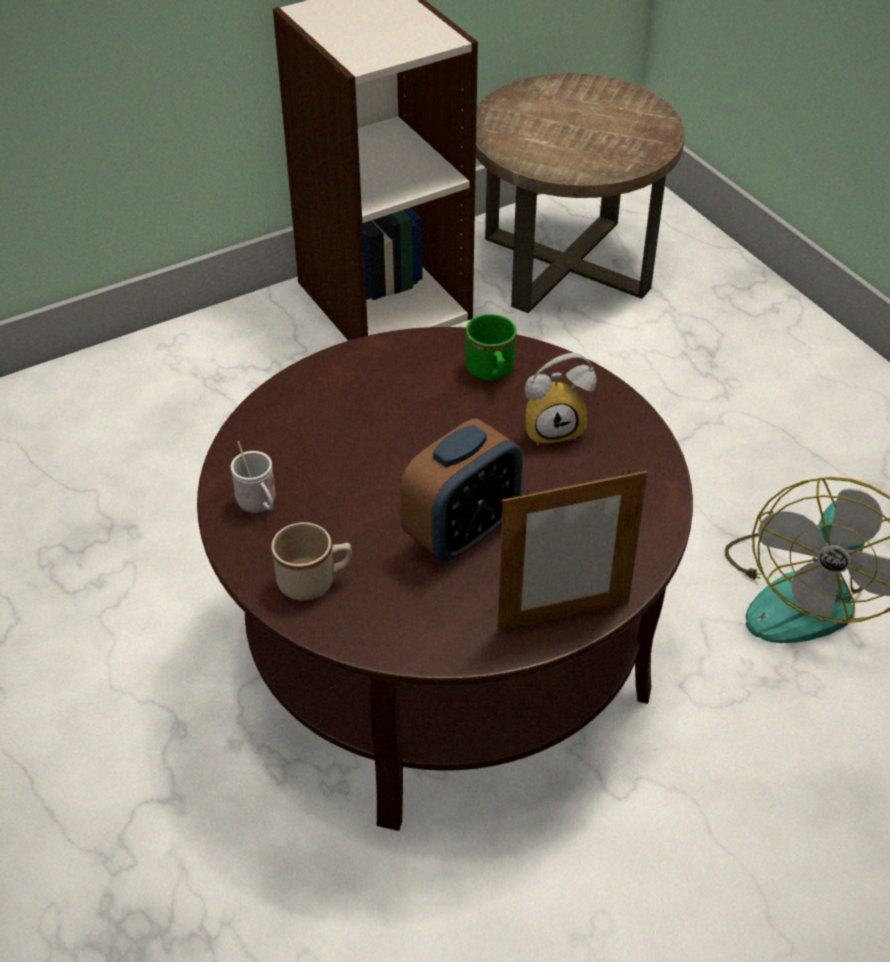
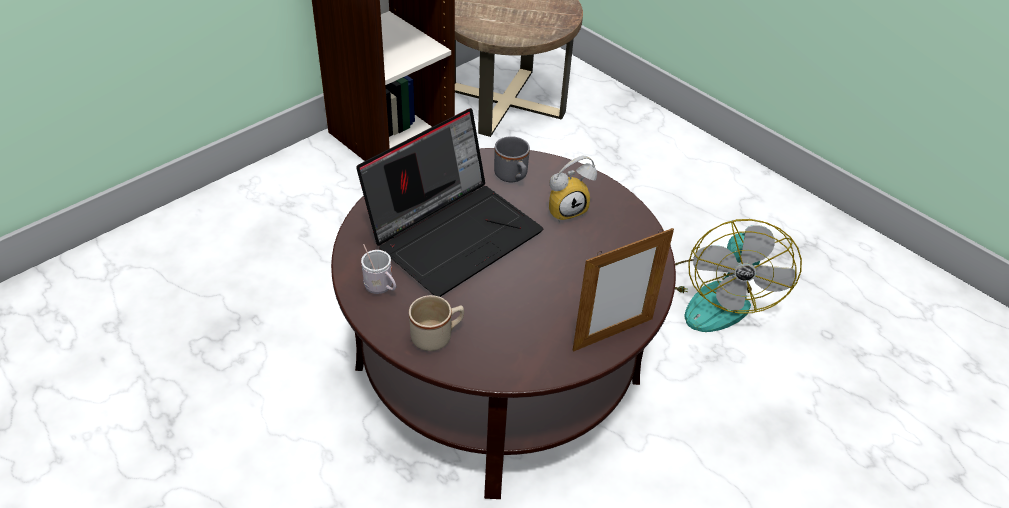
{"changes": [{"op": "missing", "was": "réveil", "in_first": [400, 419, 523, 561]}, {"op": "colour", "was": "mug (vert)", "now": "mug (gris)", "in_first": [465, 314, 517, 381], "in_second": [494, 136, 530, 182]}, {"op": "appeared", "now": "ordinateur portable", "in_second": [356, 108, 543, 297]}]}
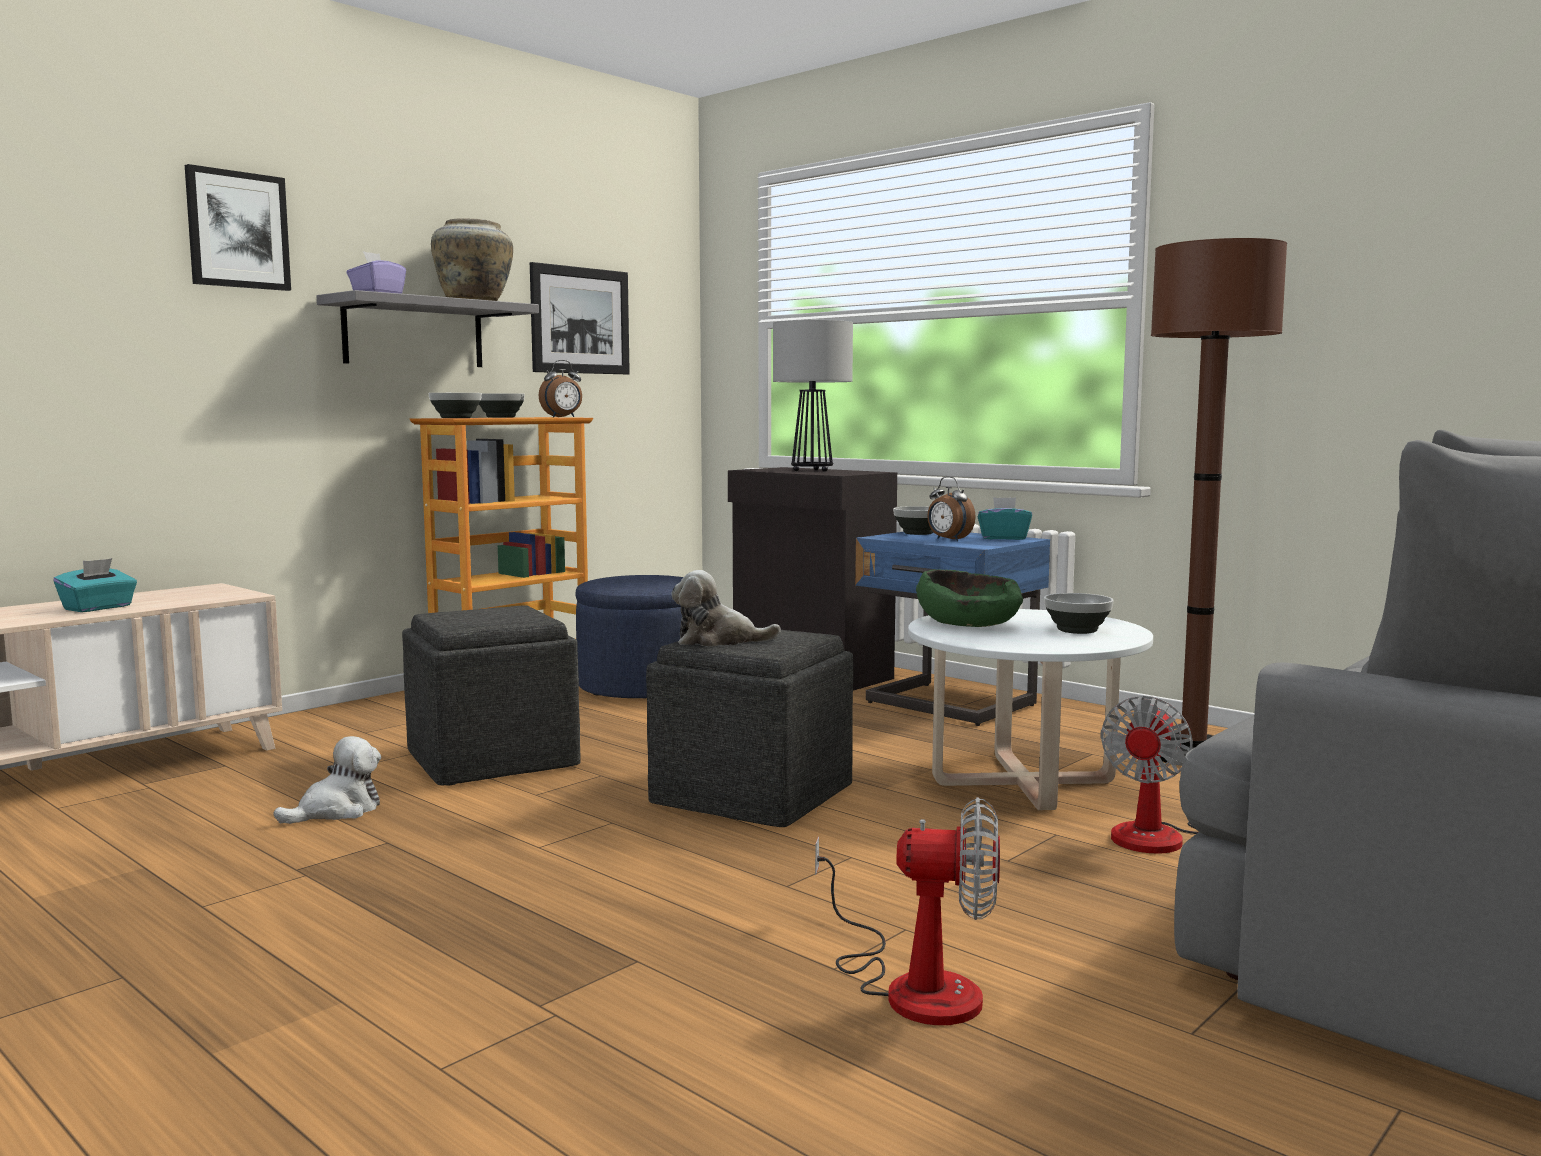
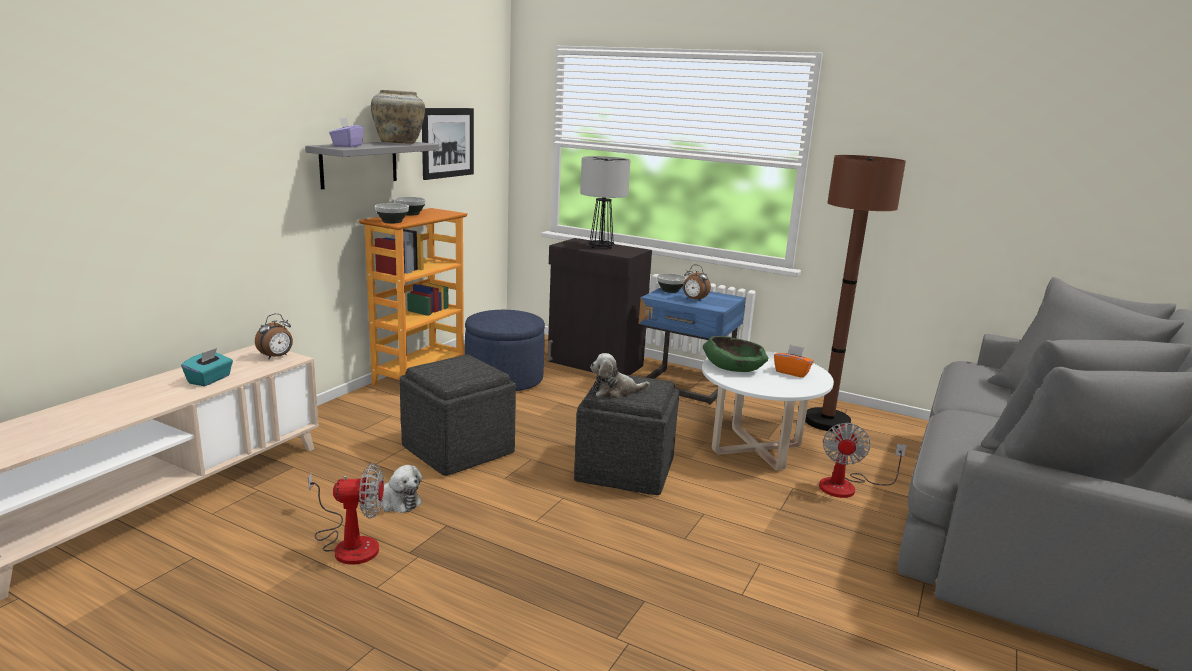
{"changes": [{"op": "missing", "was": "tableau", "in_first": [185, 164, 291, 291]}, {"op": "spun", "was": "peluche", "in_first": [274, 736, 381, 824], "in_second": [374, 465, 422, 513], "clockwise": 90}, {"op": "relocated", "was": "réveil", "in_first": [539, 360, 582, 417], "in_second": [255, 313, 293, 359]}, {"op": "relocated", "was": "ventilateur", "in_first": [815, 797, 1000, 1025], "in_second": [308, 463, 384, 565]}, {"op": "missing", "was": "boîte à mouchoirs (turquoise)", "in_first": [978, 497, 1032, 540]}, {"op": "exchanged", "was": "bol", "now": "boîte à mouchoirs (orange)", "in_first": [1044, 593, 1114, 634], "in_second": [774, 344, 814, 378]}]}
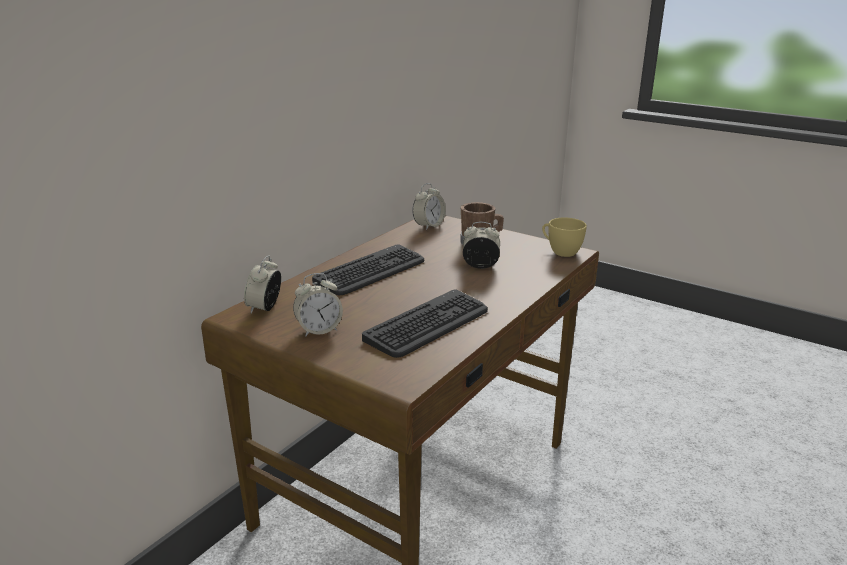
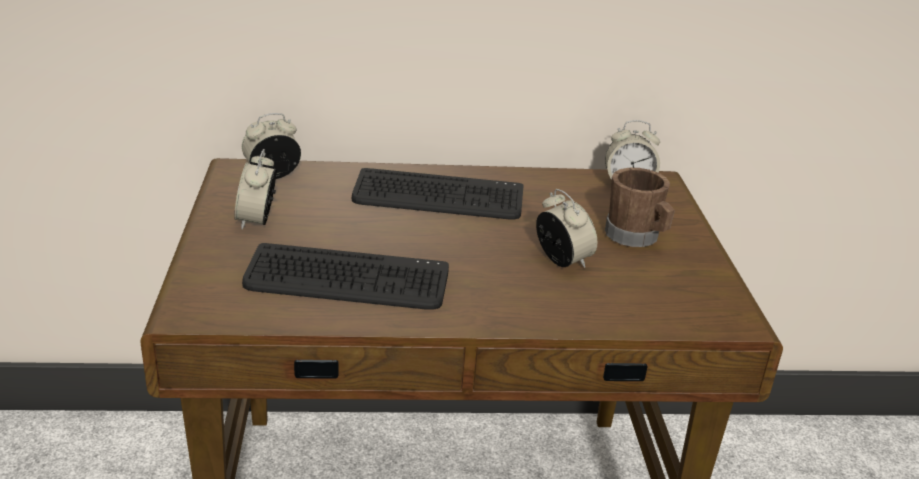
{"changes": [{"op": "spun", "was": "réveil", "in_first": [293, 273, 343, 337], "in_second": [234, 149, 276, 230], "clockwise": 60}, {"op": "missing", "was": "tasse (jaune)", "in_first": [542, 218, 587, 257]}]}
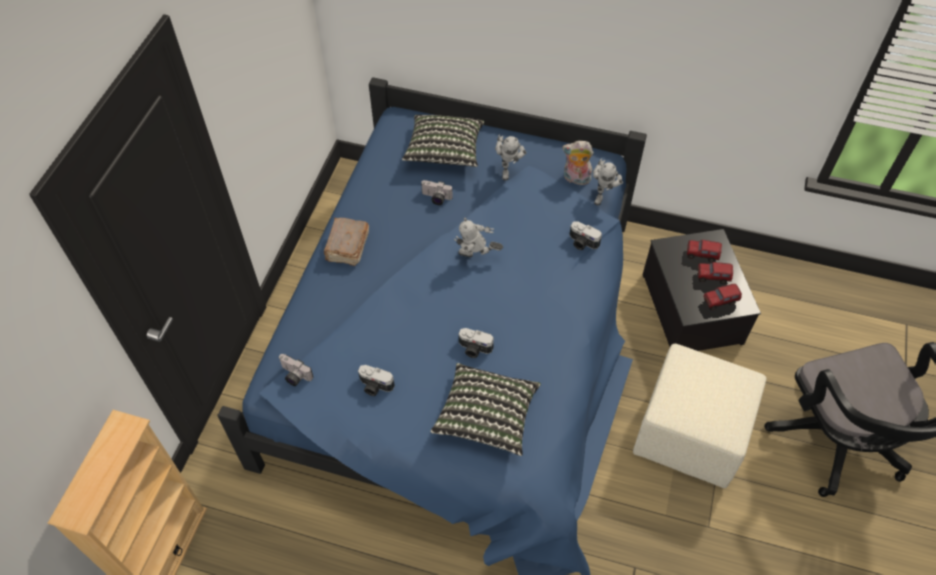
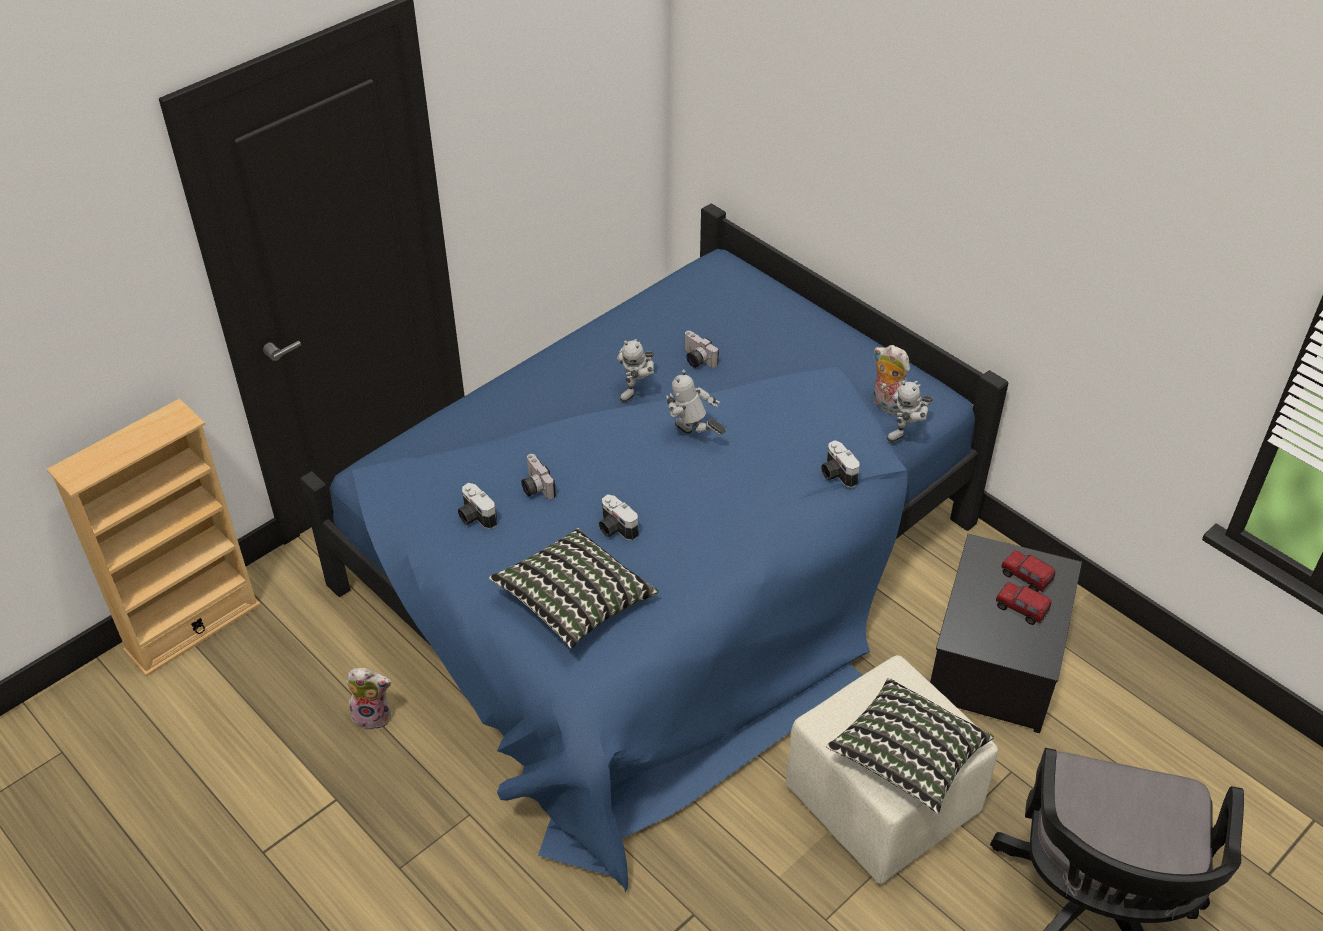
{"changes": [{"op": "relocated", "was": "appareil photo", "in_first": [279, 354, 313, 386], "in_second": [521, 454, 556, 500]}, {"op": "missing", "was": "livre (marron)", "in_first": [324, 218, 369, 266]}, {"op": "relocated", "was": "coussin", "in_first": [402, 115, 484, 167], "in_second": [826, 678, 994, 814]}, {"op": "relocated", "was": "robot jouet", "in_first": [495, 135, 527, 181], "in_second": [617, 339, 654, 402]}, {"op": "missing", "was": "camion jouet", "in_first": [704, 284, 742, 310]}, {"op": "appeared", "now": "peluche", "in_second": [346, 668, 391, 730]}]}
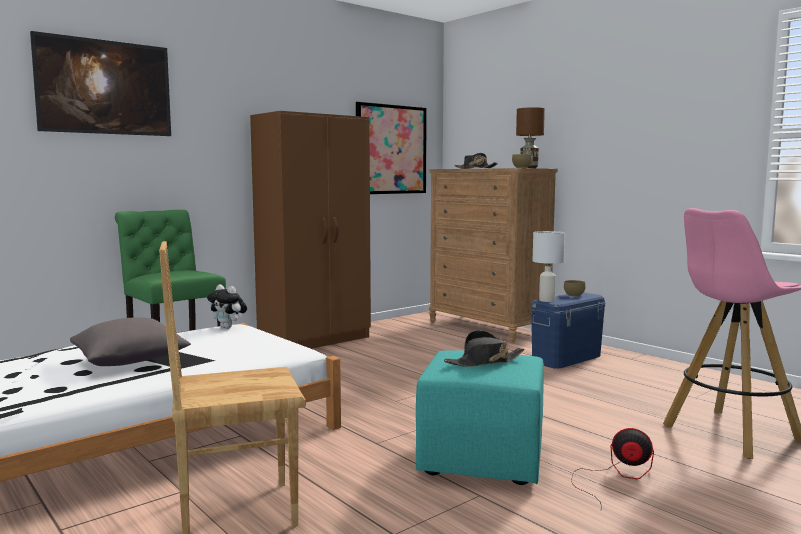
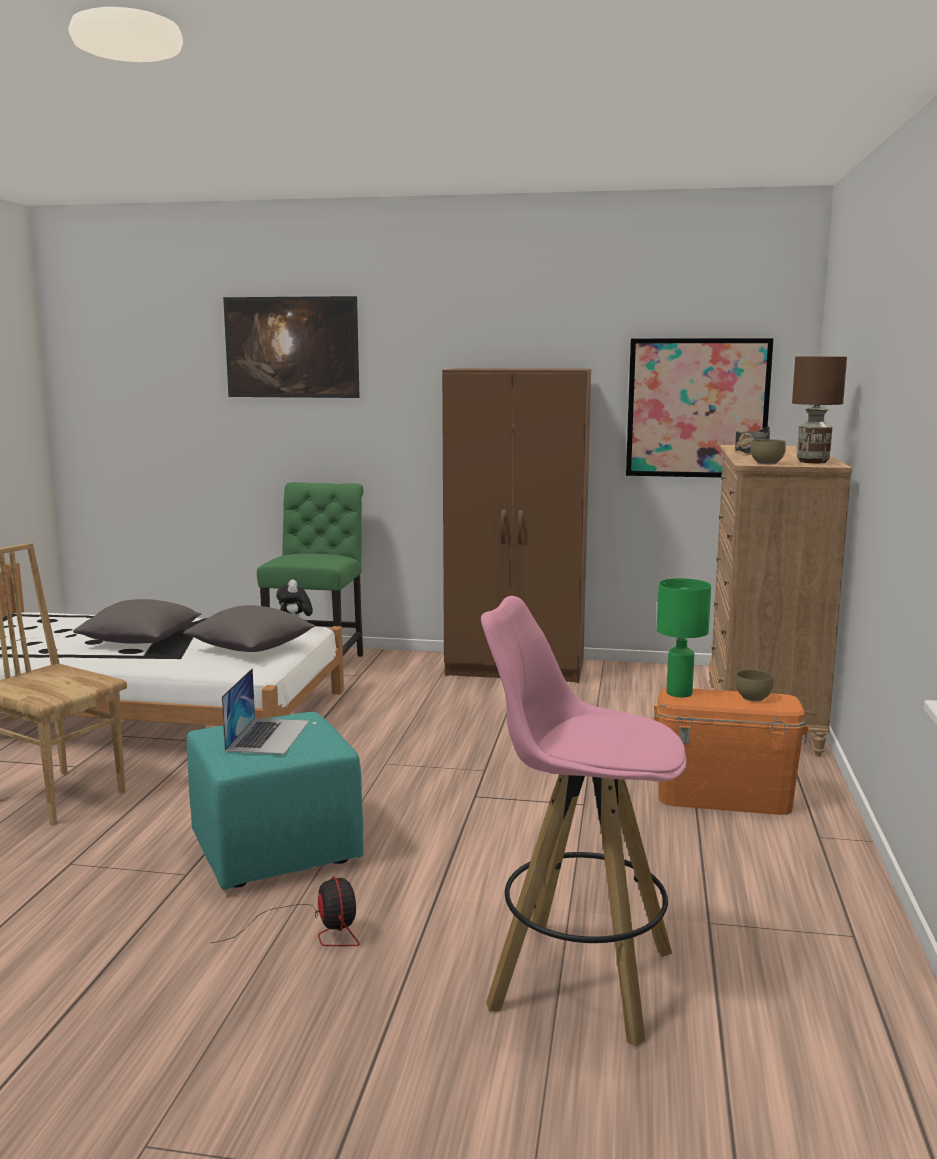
{"changes": [{"op": "exchanged", "was": "chapeau (noir)", "now": "ordinateur portable", "in_first": [444, 330, 524, 367], "in_second": [222, 668, 309, 754]}, {"op": "colour", "was": "boîte de rangement (bleu)", "now": "boîte de rangement (orange)", "in_first": [531, 293, 606, 369], "in_second": [654, 688, 809, 815]}, {"op": "colour", "was": "lampe de table (blanc)", "now": "lampe de table (vert)", "in_first": [533, 231, 565, 302], "in_second": [657, 578, 711, 697]}, {"op": "appeared", "now": "coussin (gris)", "in_second": [183, 605, 315, 652]}]}
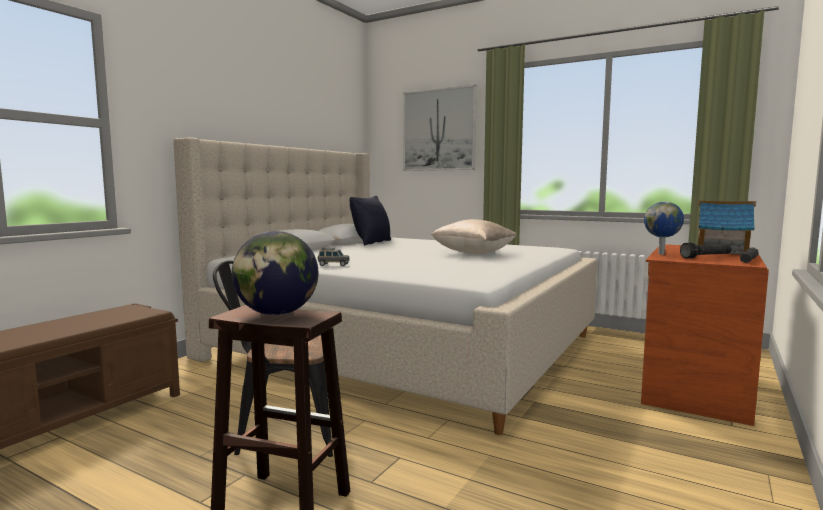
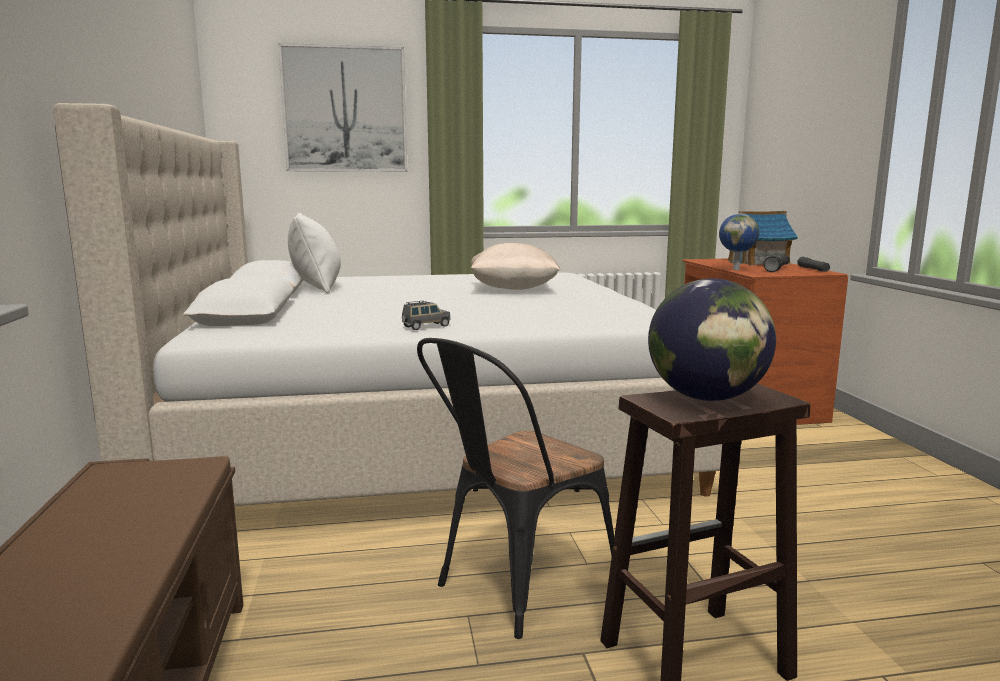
{"changes": [{"op": "colour", "was": "coussin (noir)", "now": "coussin (blanc)", "in_first": [349, 196, 391, 245], "in_second": [288, 213, 341, 293]}]}
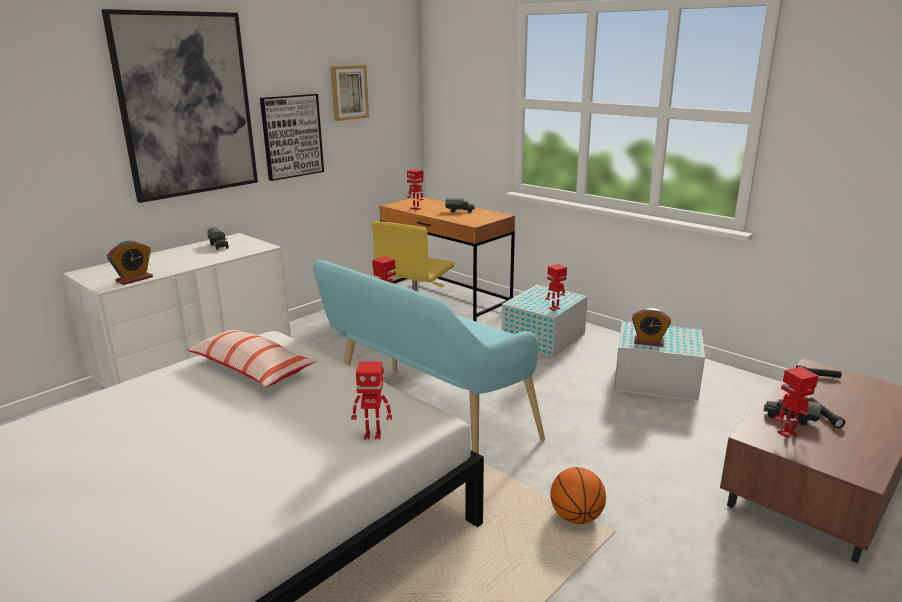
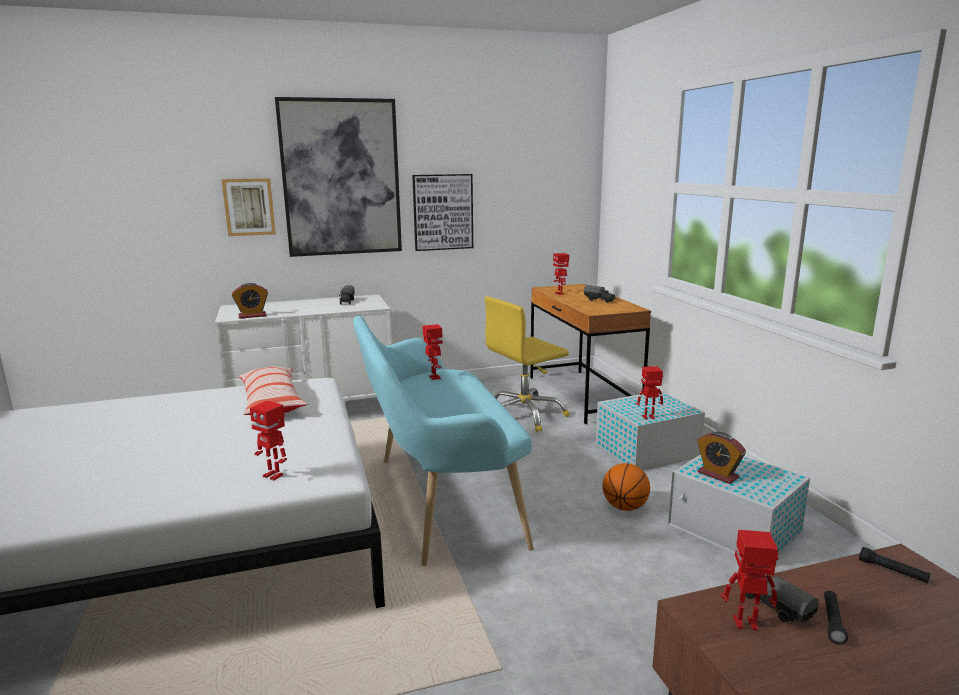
{"changes": [{"op": "relocated", "was": "tableau", "in_first": [330, 65, 369, 121], "in_second": [221, 178, 276, 236]}, {"op": "relocated", "was": "ballon de basket", "in_first": [550, 467, 606, 524], "in_second": [603, 463, 650, 511]}]}
